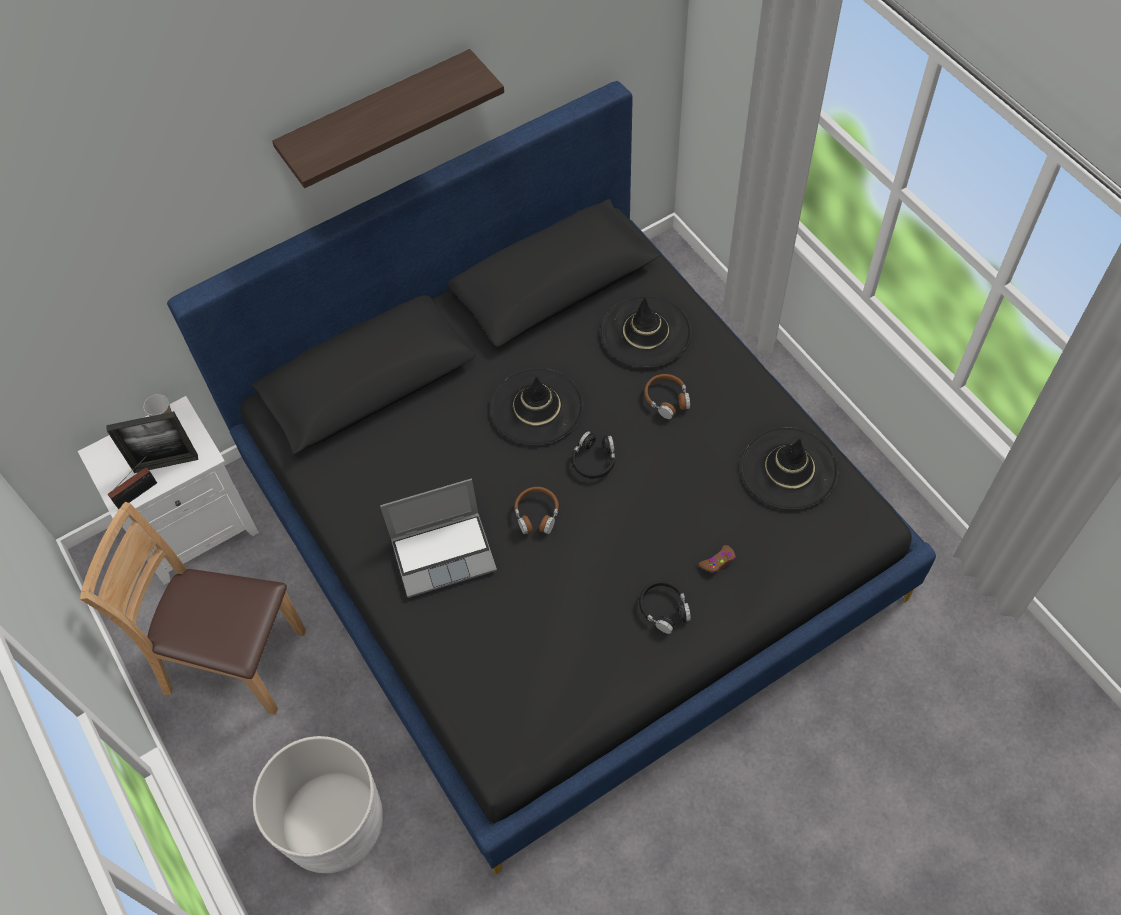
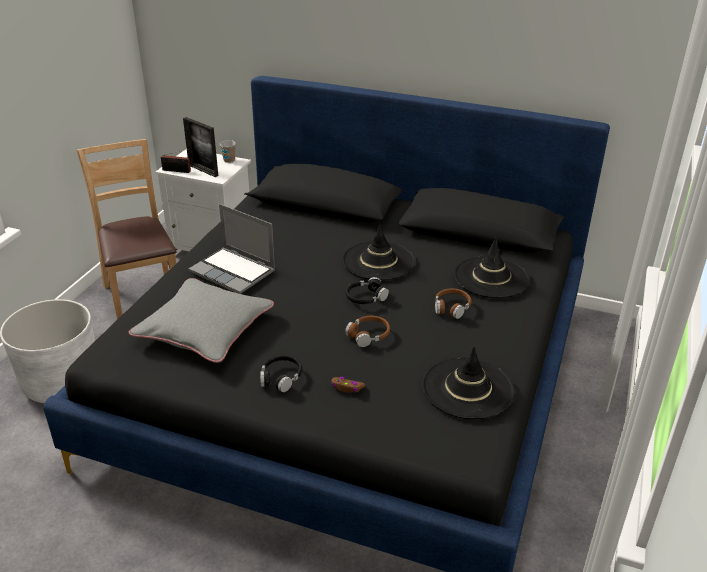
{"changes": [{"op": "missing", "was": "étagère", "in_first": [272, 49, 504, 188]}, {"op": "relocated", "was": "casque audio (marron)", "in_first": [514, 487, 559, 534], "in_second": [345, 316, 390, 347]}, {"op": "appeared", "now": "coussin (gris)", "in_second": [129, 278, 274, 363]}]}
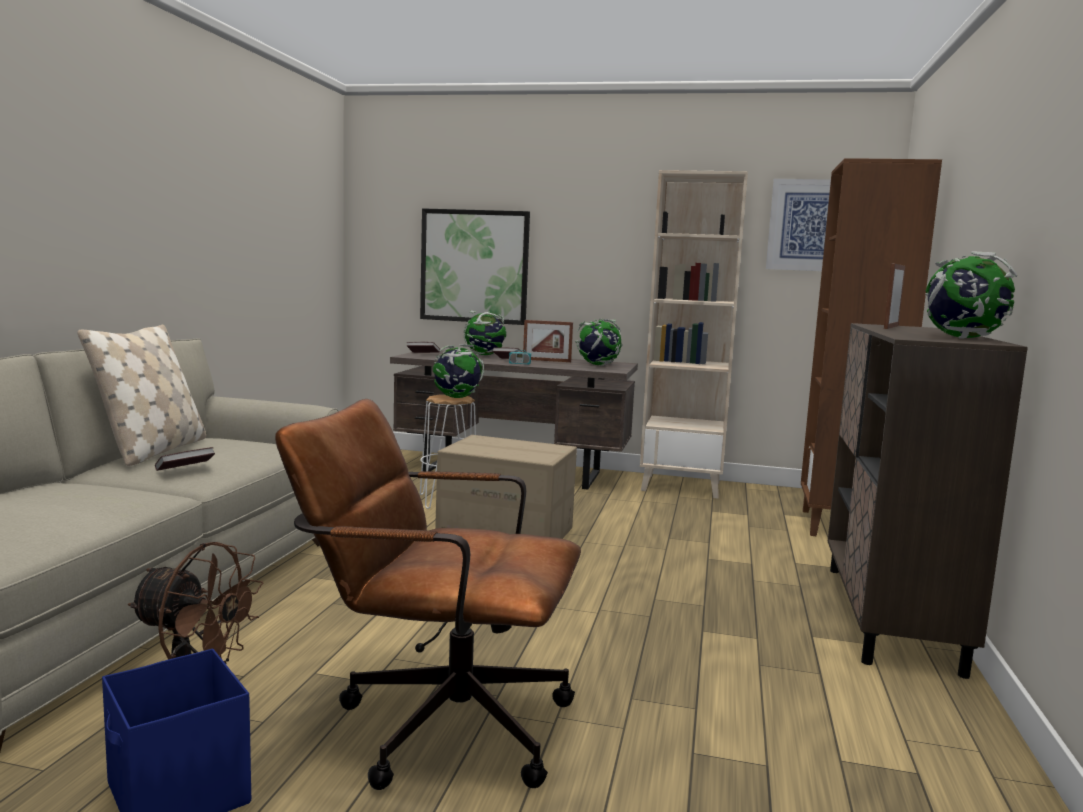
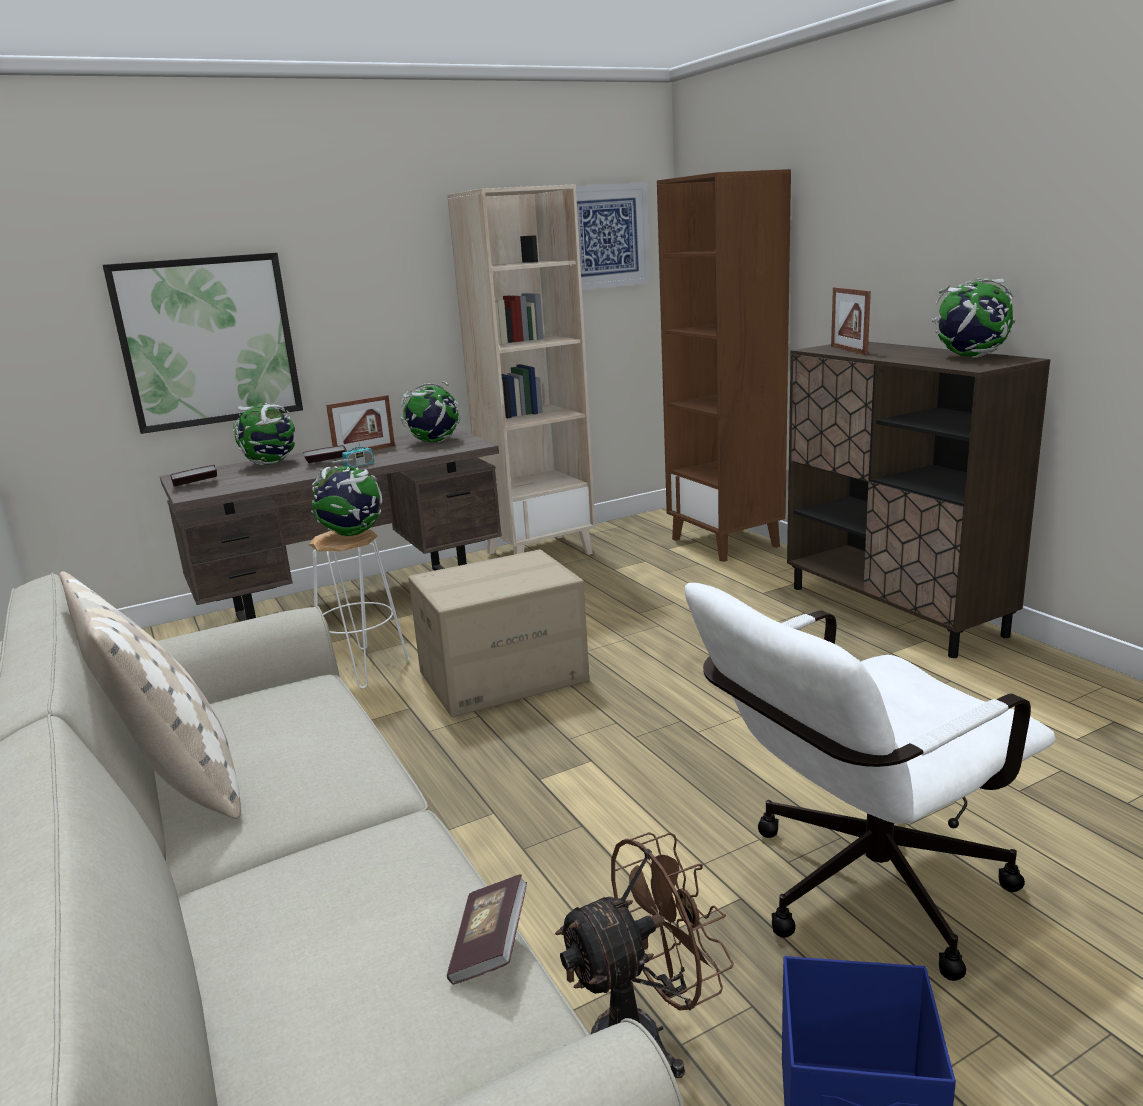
{"changes": [{"op": "relocated", "was": "livre", "in_first": [155, 447, 215, 471], "in_second": [447, 874, 527, 984]}, {"op": "colour", "was": "chaise de bureau (marron)", "now": "chaise de bureau (blanc)", "in_first": [275, 399, 581, 790], "in_second": [685, 583, 1056, 981]}]}
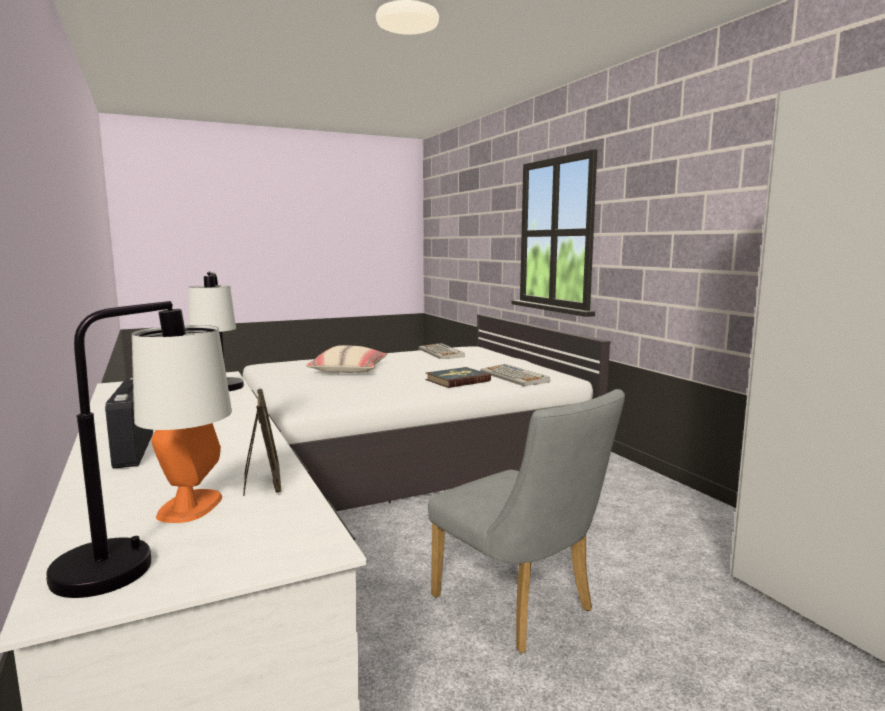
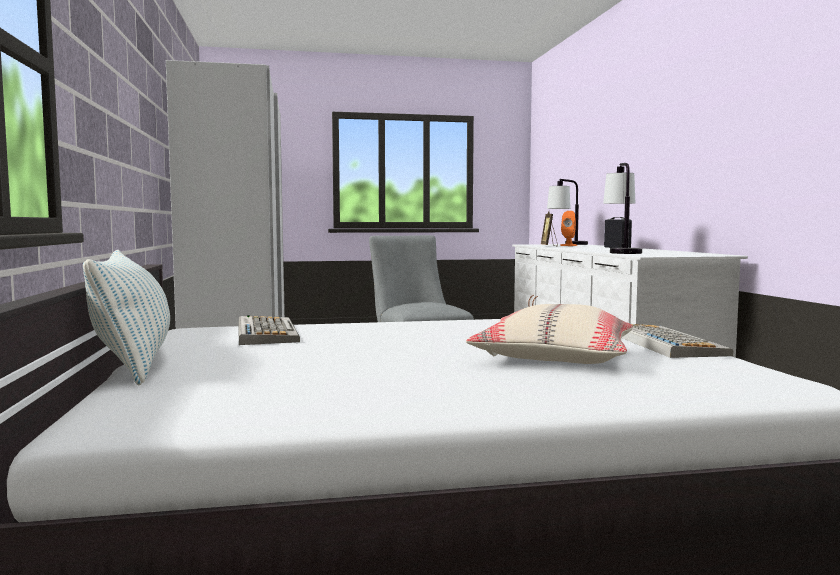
{"changes": [{"op": "relocated", "was": "clavier", "in_first": [419, 343, 465, 359], "in_second": [622, 324, 734, 358]}, {"op": "missing", "was": "livre", "in_first": [425, 367, 491, 388]}, {"op": "appeared", "now": "coussin", "in_second": [83, 250, 170, 385]}]}
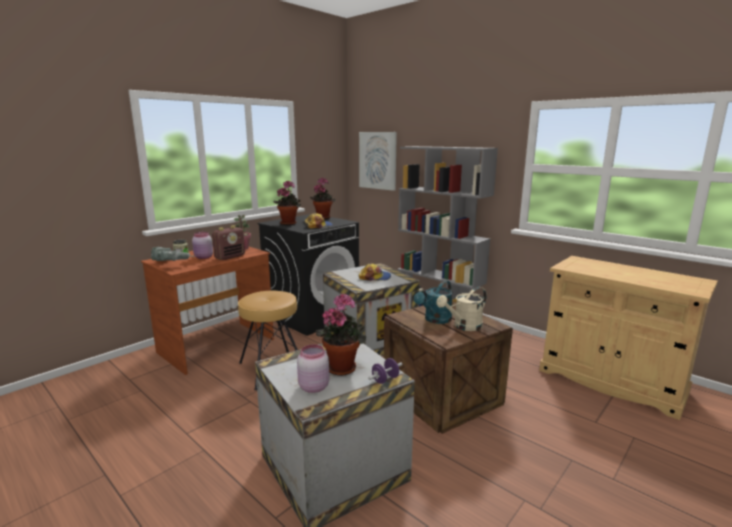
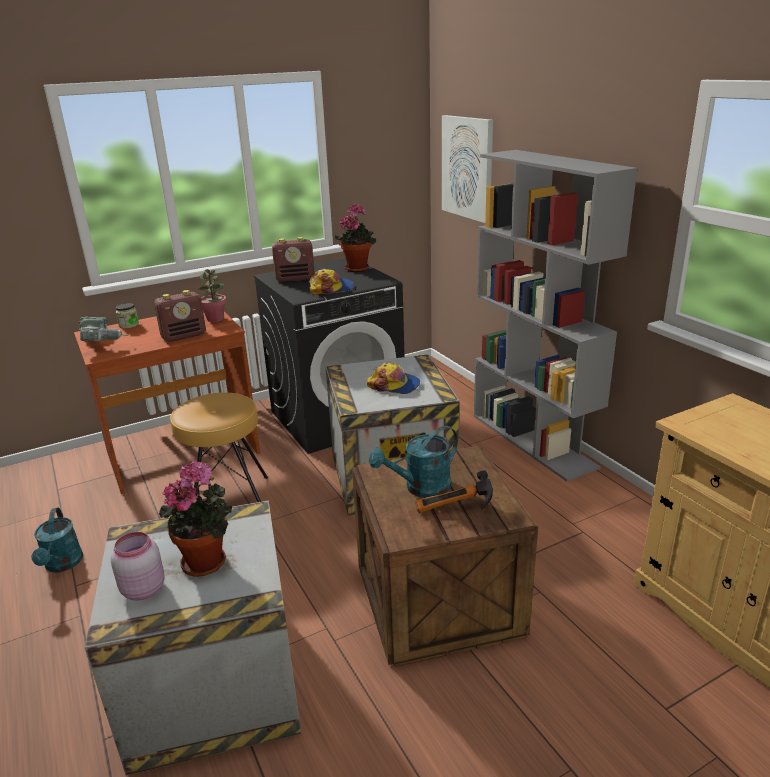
{"changes": [{"op": "missing", "was": "bocal (rose)", "in_first": [192, 232, 213, 259]}, {"op": "exchanged", "was": "plante en pot", "now": "radio", "in_first": [274, 180, 301, 225], "in_second": [272, 237, 315, 282]}, {"op": "missing", "was": "haltère (violet)", "in_first": [368, 358, 402, 384]}, {"op": "exchanged", "was": "arrosoir (beige)", "now": "marteau", "in_first": [436, 287, 487, 331], "in_second": [415, 470, 493, 513]}, {"op": "appeared", "now": "arrosoir (turquoise)", "in_second": [32, 507, 83, 573]}]}
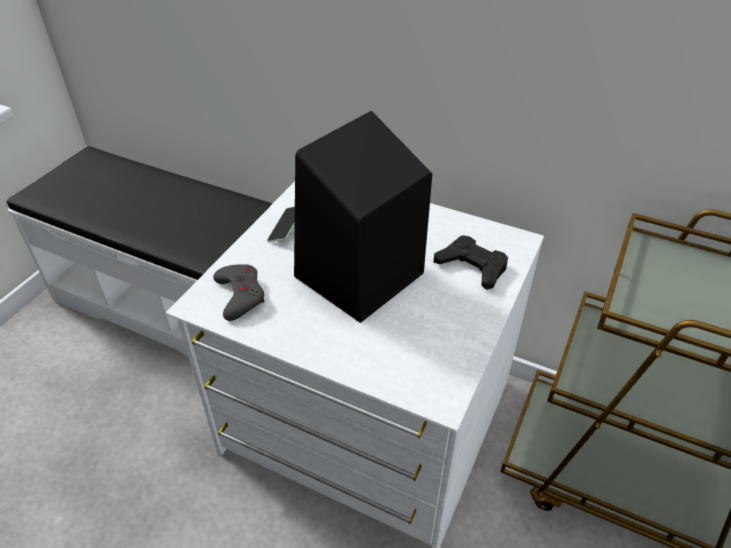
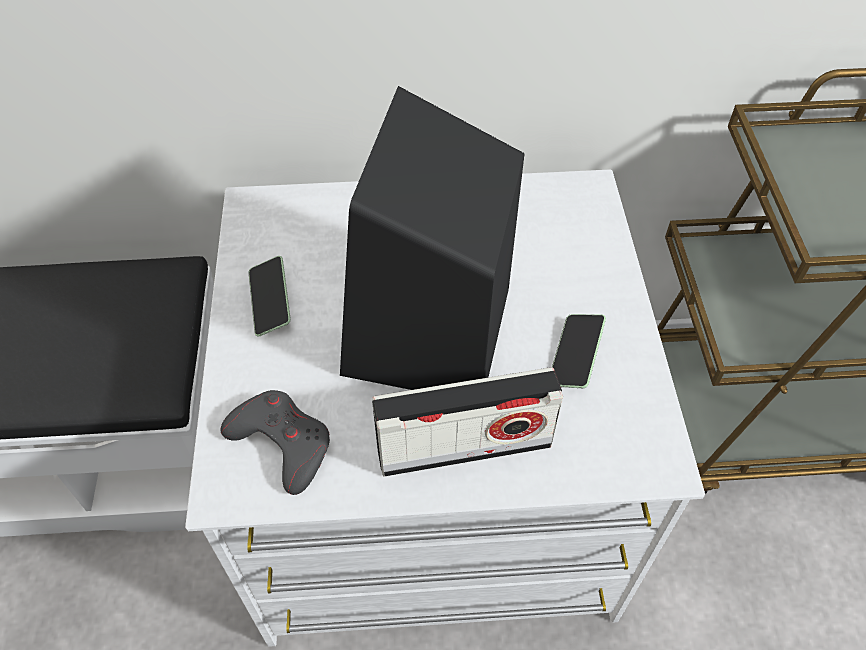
{"changes": [{"op": "missing", "was": "manette (noir)", "in_first": [434, 235, 508, 290]}, {"op": "appeared", "now": "radio", "in_second": [372, 367, 563, 477]}, {"op": "appeared", "now": "téléphone", "in_second": [552, 314, 606, 388]}]}
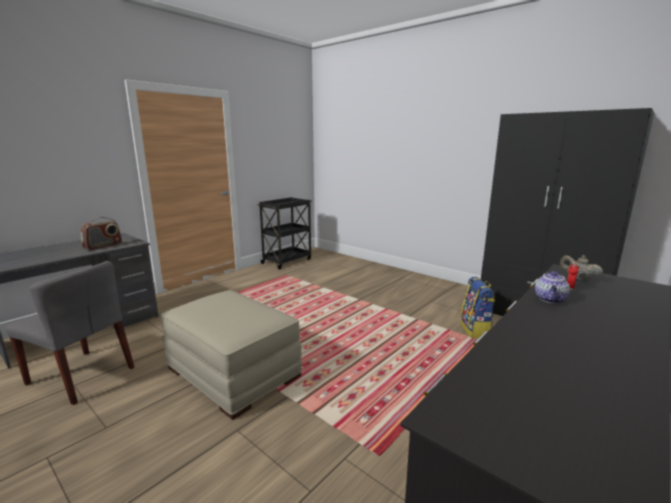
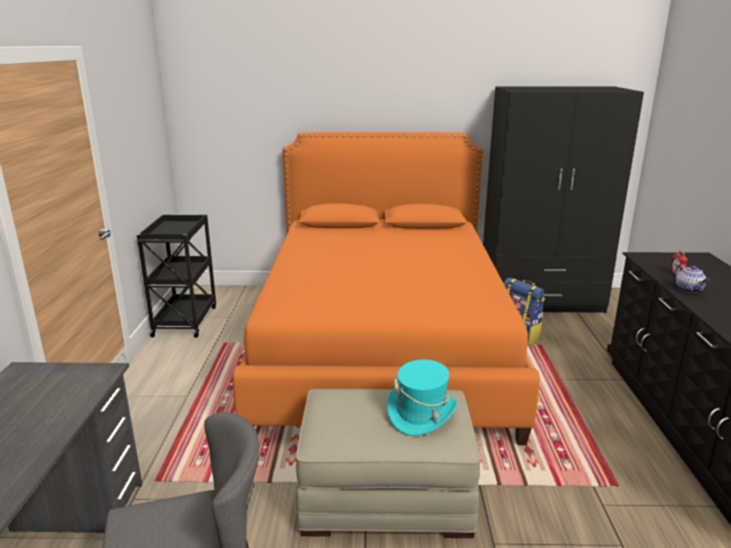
{"changes": [{"op": "missing", "was": "radio", "in_first": [80, 217, 122, 250]}, {"op": "missing", "was": "théière (beige)", "in_first": [560, 255, 603, 282]}, {"op": "appeared", "now": "lit (orange)", "in_second": [233, 132, 540, 445]}, {"op": "appeared", "now": "chapeau (turquoise)", "in_second": [387, 359, 457, 436]}]}
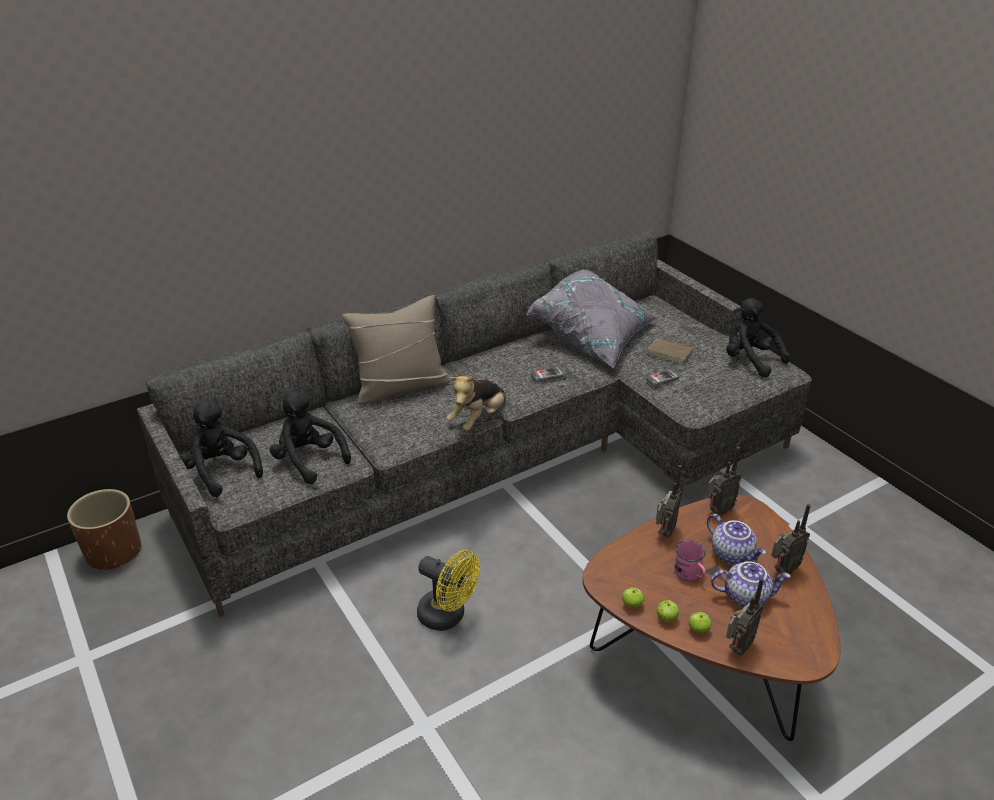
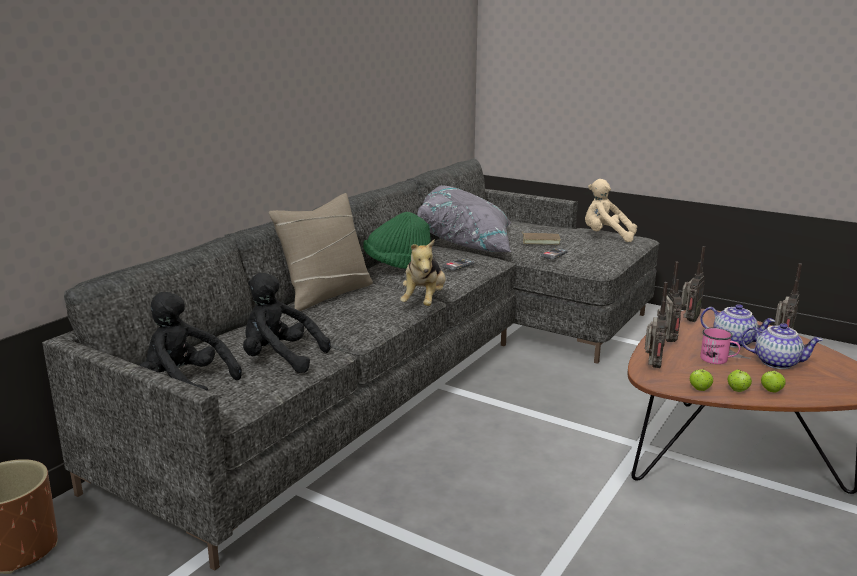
{"changes": [{"op": "missing", "was": "ventilateur (jaune)", "in_first": [417, 550, 480, 631]}, {"op": "spun", "was": "théière", "in_first": [711, 561, 791, 608], "in_second": [741, 323, 823, 369], "clockwise": 45}, {"op": "colour", "was": "peluche (noir)", "now": "peluche (beige)", "in_first": [726, 298, 790, 378], "in_second": [585, 179, 637, 242]}, {"op": "relocated", "was": "radio", "in_first": [726, 578, 764, 656], "in_second": [645, 282, 668, 368]}, {"op": "appeared", "now": "chapeau (vert)", "in_second": [363, 212, 431, 269]}]}
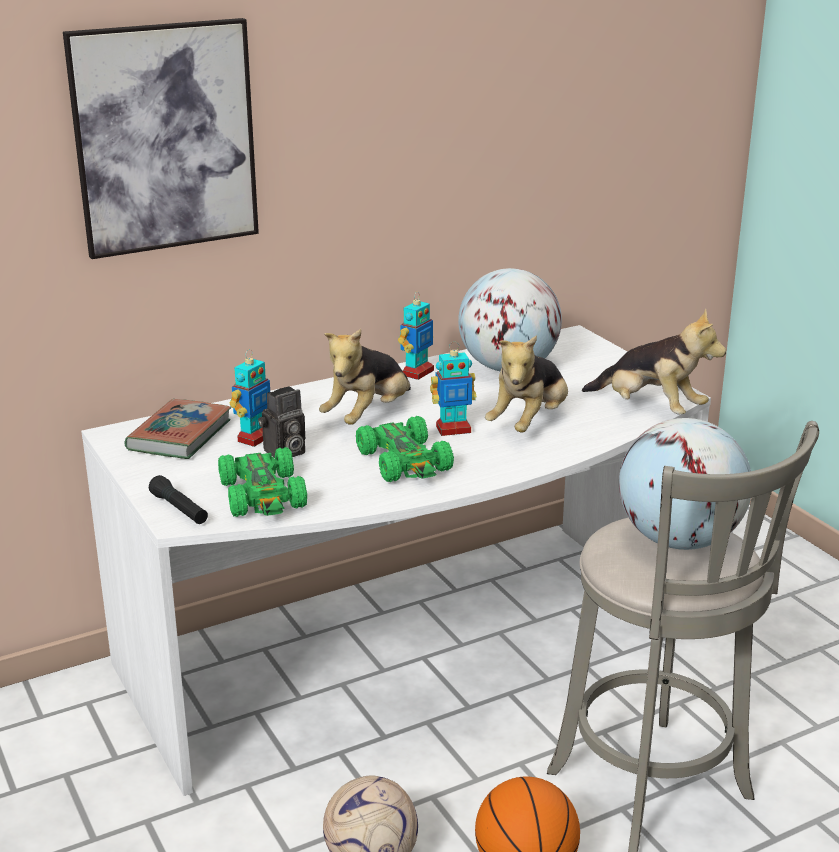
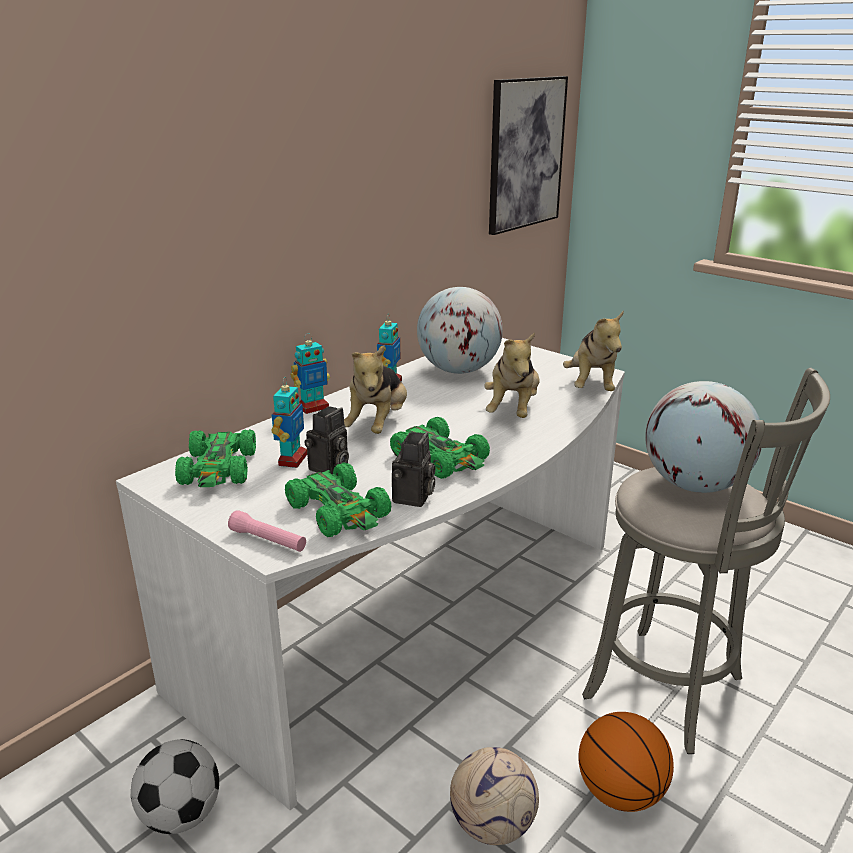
{"changes": [{"op": "relocated", "was": "tableau", "in_first": [63, 18, 259, 259], "in_second": [489, 76, 568, 235]}, {"op": "exchanged", "was": "livre", "now": "petite voiture (vert)", "in_first": [124, 399, 231, 459], "in_second": [175, 429, 256, 487]}, {"op": "colour", "was": "lampe de poche (noir)", "now": "lampe de poche (rose)", "in_first": [149, 475, 208, 524], "in_second": [228, 510, 306, 552]}, {"op": "relocated", "was": "robot jouet", "in_first": [430, 341, 476, 436], "in_second": [291, 333, 330, 414]}, {"op": "spun", "was": "peluche", "in_first": [582, 309, 726, 414], "in_second": [563, 311, 624, 391], "clockwise": 75}, {"op": "appeared", "now": "ballon de foot", "in_second": [131, 739, 219, 834]}, {"op": "appeared", "now": "appareil photo", "in_second": [392, 432, 435, 507]}]}
